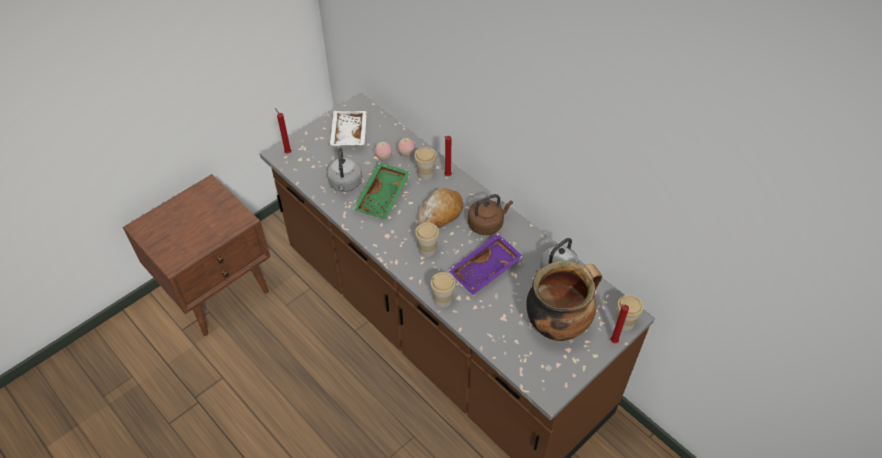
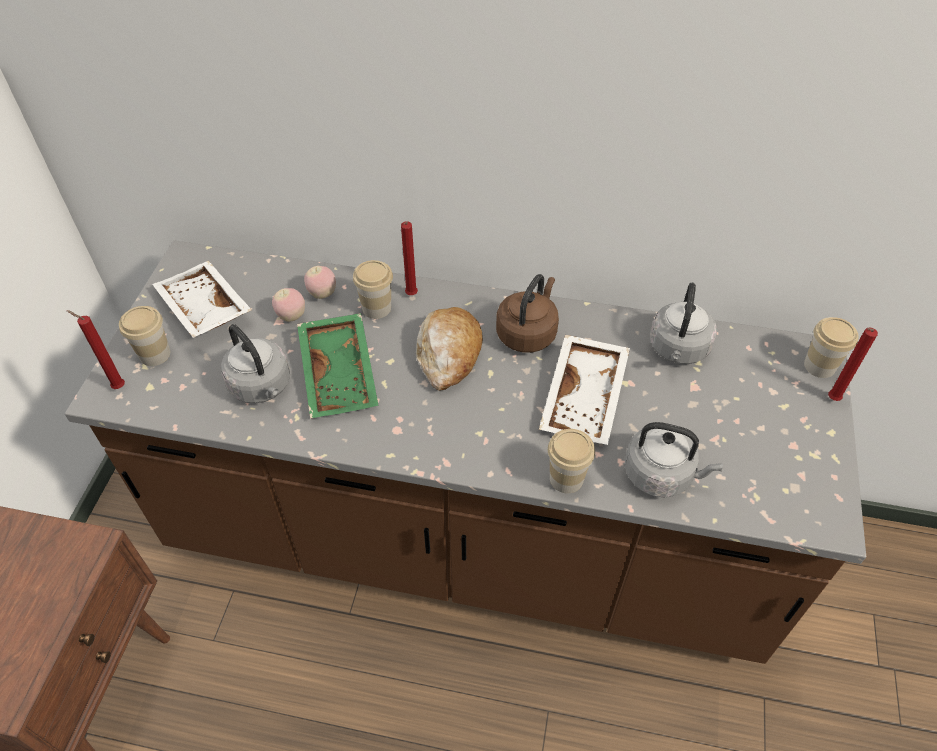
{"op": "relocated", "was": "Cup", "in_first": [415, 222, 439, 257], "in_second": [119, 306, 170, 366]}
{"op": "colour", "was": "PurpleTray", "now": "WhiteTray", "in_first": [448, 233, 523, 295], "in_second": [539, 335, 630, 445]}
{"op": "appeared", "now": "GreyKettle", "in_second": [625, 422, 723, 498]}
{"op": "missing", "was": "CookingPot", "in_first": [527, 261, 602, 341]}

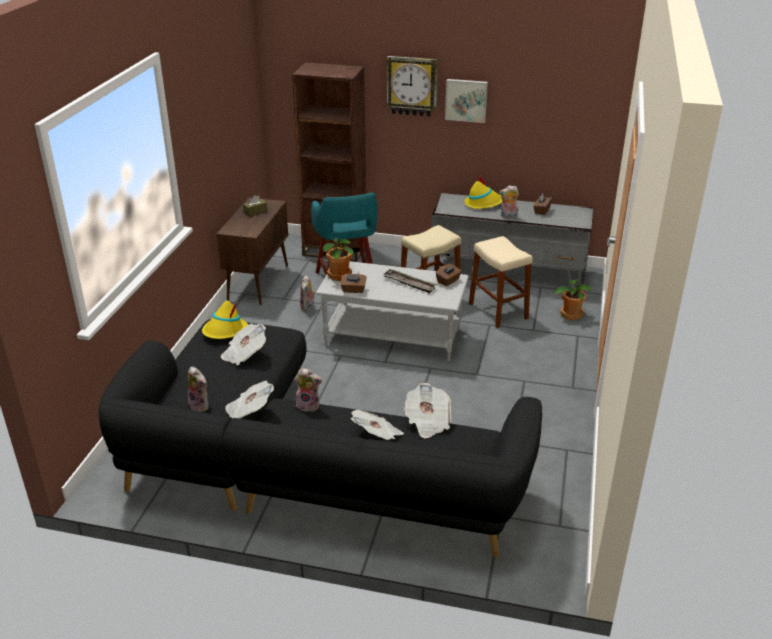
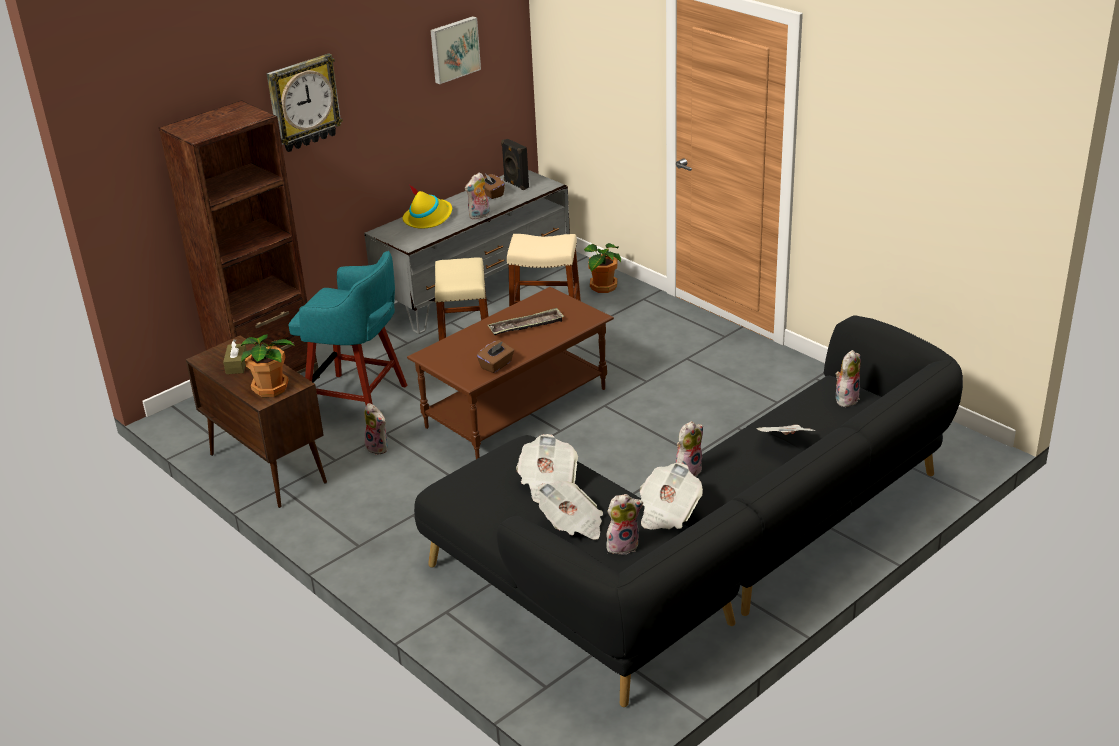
{"op": "relocated", "was": "PottedPlant", "in_first": [323, 238, 353, 281], "in_second": [241, 334, 295, 397]}
{"op": "colour", "was": "GreyCoffeeTable", "now": "BrownCoffeeTable", "in_first": [316, 261, 469, 361], "in_second": [407, 287, 614, 459]}
{"op": "relocated", "was": "Picture", "in_first": [445, 79, 488, 123], "in_second": [430, 16, 481, 84]}
{"op": "appeared", "now": "BlackSpeaker", "in_second": [501, 139, 529, 190]}
{"op": "relocated", "was": "Newspaper", "in_first": [404, 383, 451, 438], "in_second": [538, 481, 603, 540]}
{"op": "appeared", "now": "PlushToy", "in_second": [836, 350, 861, 407]}
{"op": "missing", "was": "YellowHat", "in_first": [202, 301, 248, 339]}
{"op": "missing", "was": "BrownTissueBox", "in_first": [436, 264, 462, 286]}

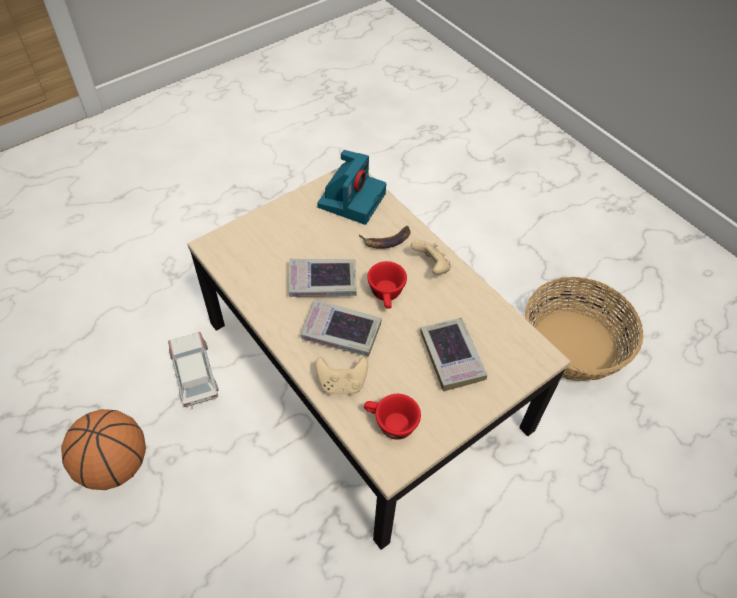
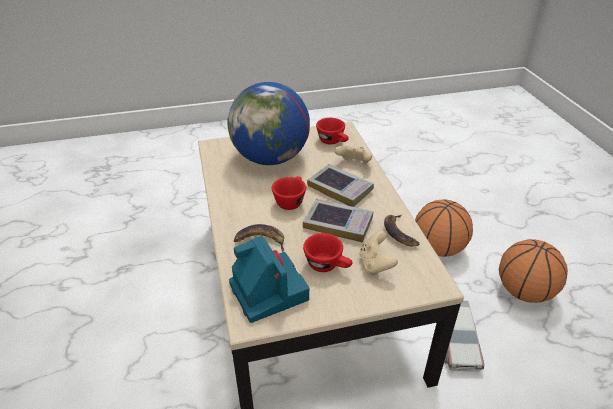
{"op": "exchanged", "was": "Book", "now": "Globe", "in_first": [420, 318, 487, 391], "in_second": [227, 82, 310, 165]}
{"op": "spun", "was": "PhotoCamera", "in_first": [317, 150, 386, 225], "in_second": [229, 236, 310, 323], "clockwise": 105}
{"op": "appeared", "now": "RedCup", "in_second": [303, 233, 353, 272]}
{"op": "relocated", "was": "BeigeGameController", "in_first": [411, 240, 451, 275], "in_second": [359, 231, 398, 276]}
{"op": "appeared", "now": "Banana", "in_second": [384, 214, 420, 247]}
{"op": "appeared", "now": "Basketball", "in_second": [415, 199, 473, 257]}
{"op": "missing", "was": "Basket", "in_first": [525, 277, 643, 381]}

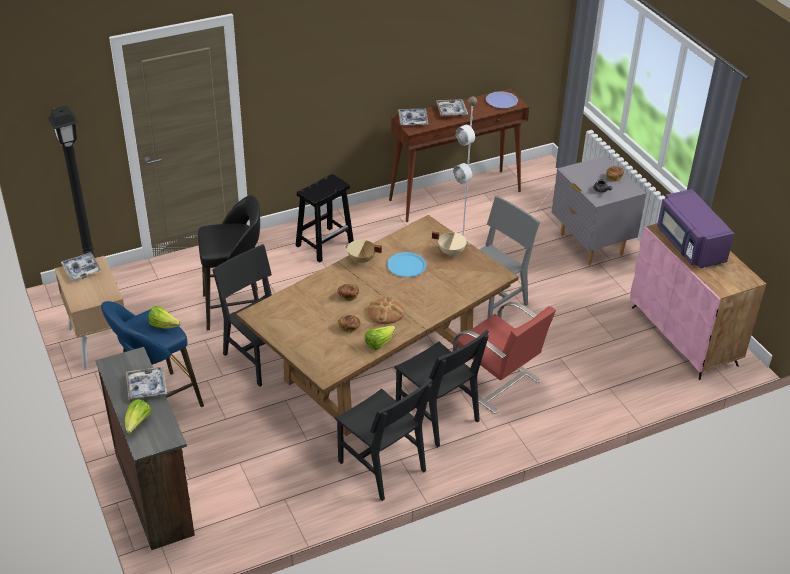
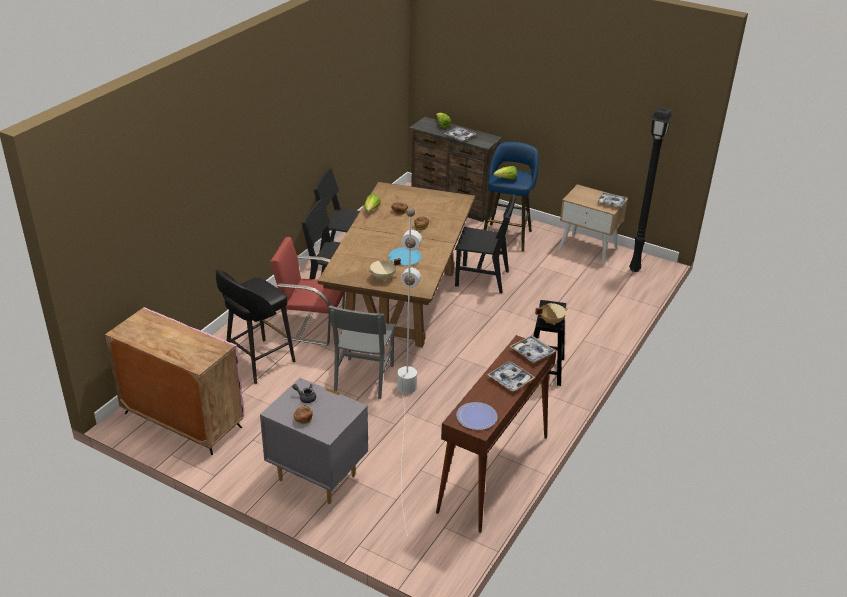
{"op": "relocated", "was": "BlackStool", "in_first": [198, 195, 260, 330], "in_second": [216, 270, 295, 384]}
{"op": "relocated", "was": "BeigeCookingPot", "in_first": [344, 239, 382, 264], "in_second": [535, 303, 568, 325]}
{"op": "missing", "was": "Bread", "in_first": [368, 297, 405, 324]}
{"op": "missing", "was": "PurpleMicrowave", "in_first": [657, 189, 735, 268]}

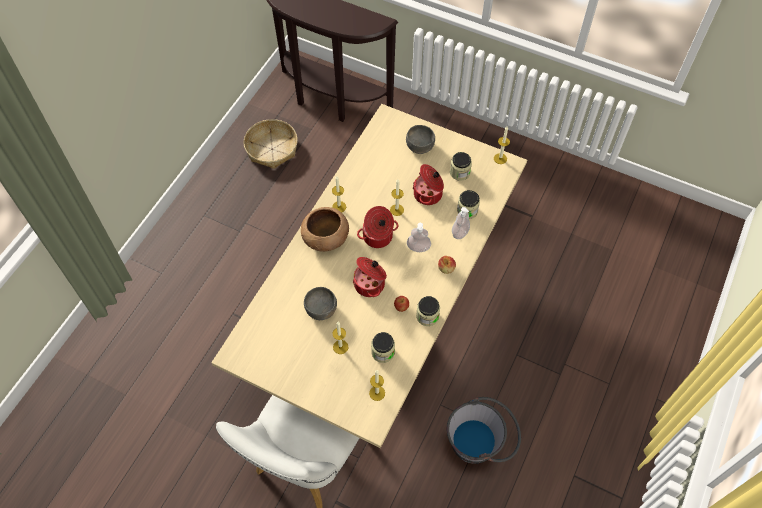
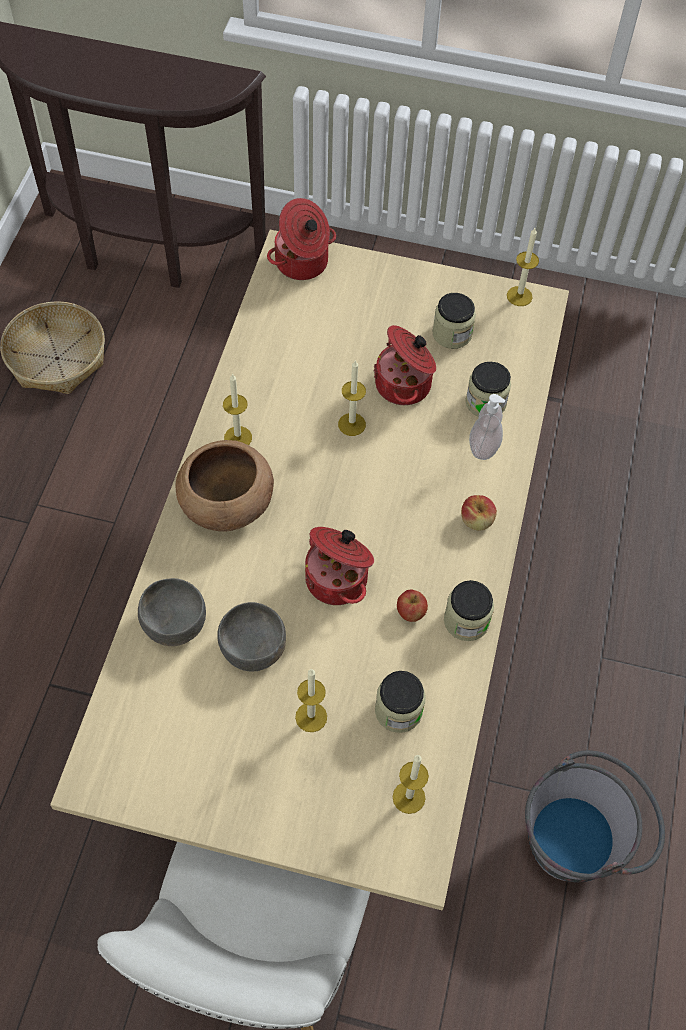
{"op": "relocated", "was": "GreyBowl", "in_first": [406, 125, 435, 154], "in_second": [138, 578, 206, 646]}
{"op": "relocated", "was": "CookingPot", "in_first": [357, 206, 398, 248], "in_second": [267, 198, 336, 280]}
{"op": "missing", "was": "SoapDispenser", "in_first": [407, 223, 431, 252]}

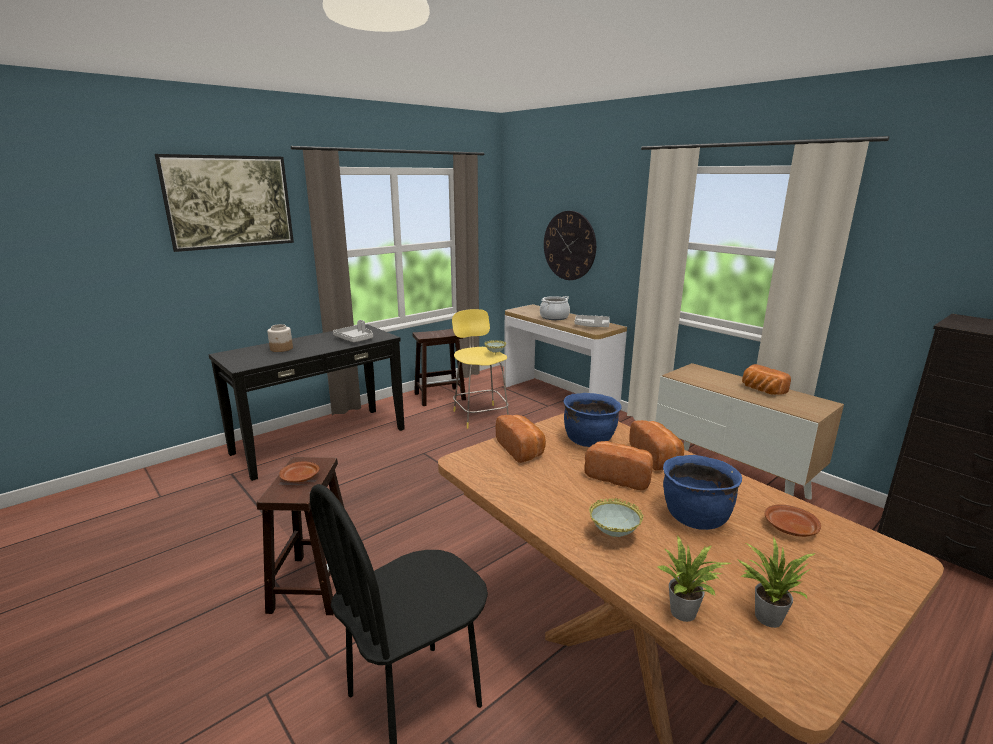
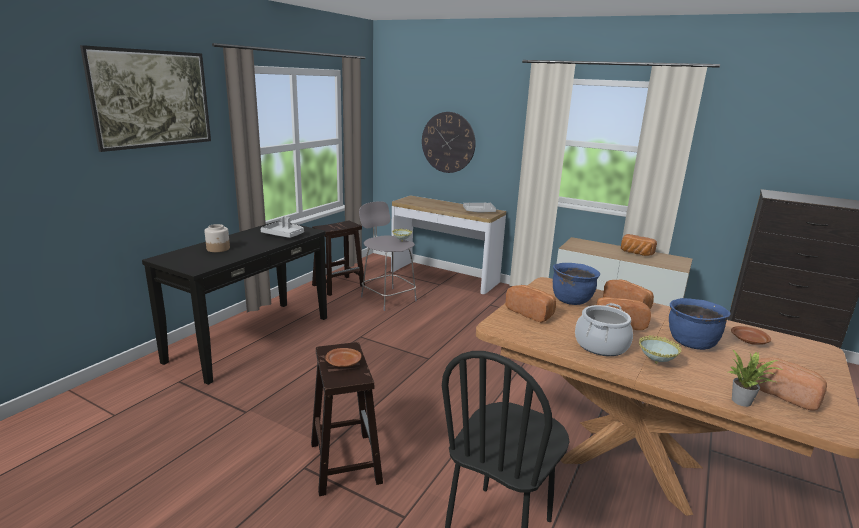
{"op": "colour", "was": "YellowStool", "now": "GreyStool", "in_first": [452, 309, 509, 429], "in_second": [359, 201, 417, 311]}
{"op": "relocated", "was": "CookingPot", "in_first": [540, 296, 570, 320], "in_second": [575, 303, 633, 356]}
{"op": "exchanged", "was": "PottedPlant", "now": "Bread", "in_first": [737, 537, 816, 628], "in_second": [755, 358, 827, 411]}

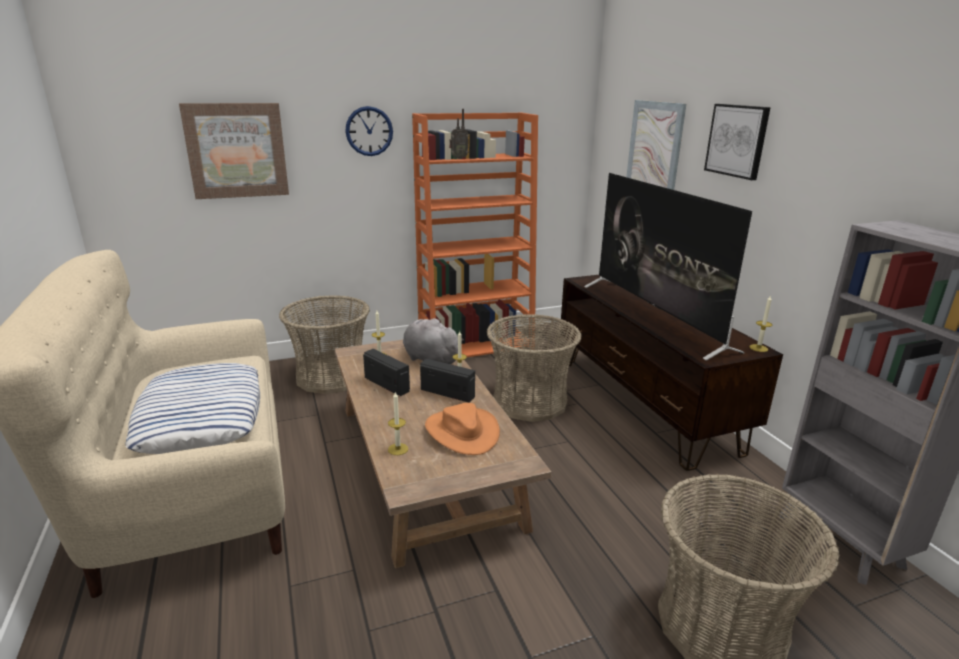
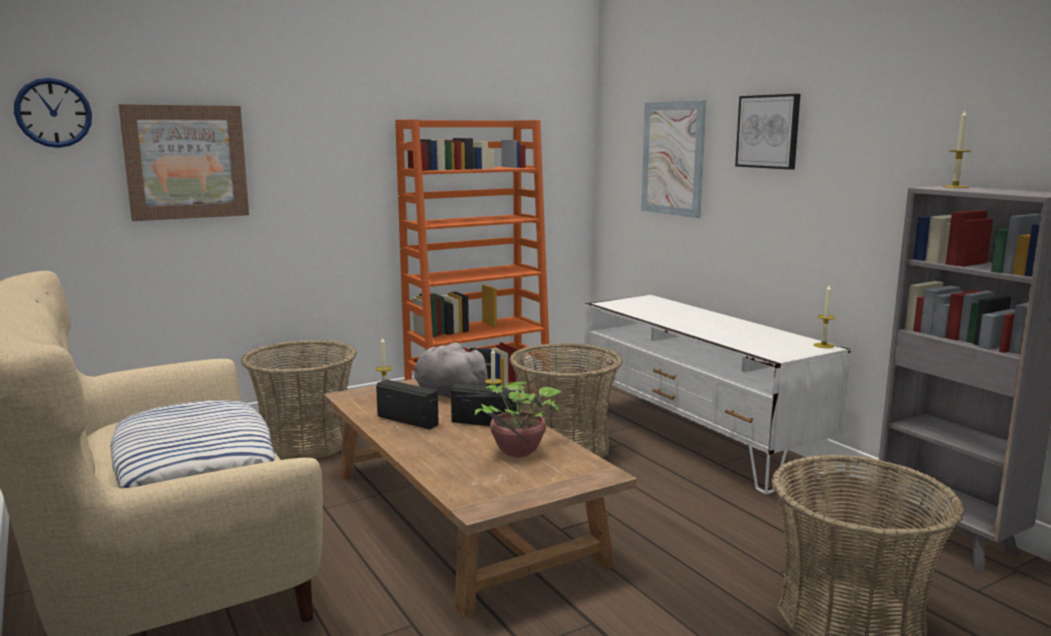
{"op": "relocated", "was": "WallClock", "in_first": [345, 106, 393, 156], "in_second": [14, 78, 92, 148]}
{"op": "exchanged", "was": "OrangeHat", "now": "PottedPlant", "in_first": [425, 403, 500, 455], "in_second": [458, 382, 569, 458]}
{"op": "colour", "was": "BrownTvStand", "now": "WhiteTvStand", "in_first": [560, 275, 783, 471], "in_second": [584, 295, 850, 494]}
{"op": "relocated", "was": "Candle", "in_first": [388, 391, 408, 455], "in_second": [942, 110, 971, 188]}
{"op": "missing", "was": "Radio", "in_first": [449, 109, 469, 159]}
{"op": "missing", "was": "Television", "in_first": [584, 173, 752, 361]}

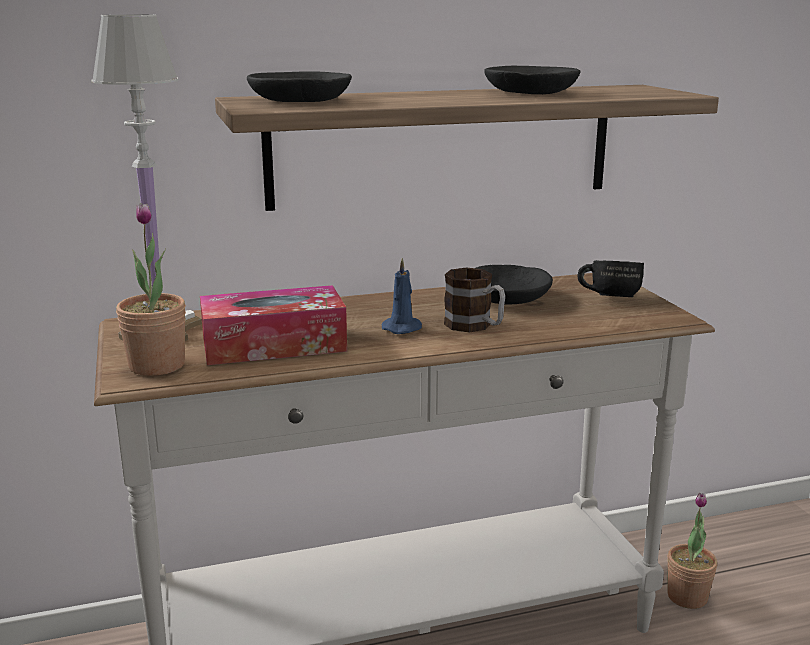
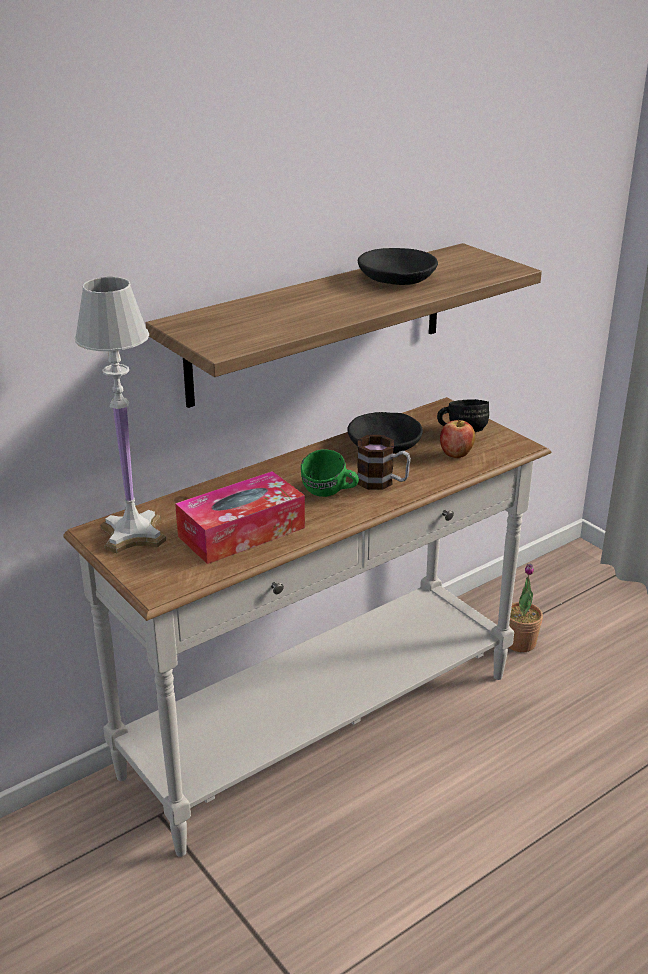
{"op": "exchanged", "was": "BlueCandle", "now": "GreenMug", "in_first": [381, 258, 422, 334], "in_second": [301, 449, 359, 497]}
{"op": "appeared", "now": "Apple", "in_second": [440, 420, 475, 458]}
{"op": "missing", "was": "PottedPlant", "in_first": [116, 203, 186, 376]}
{"op": "missing", "was": "BlackBowl", "in_first": [247, 72, 352, 102]}

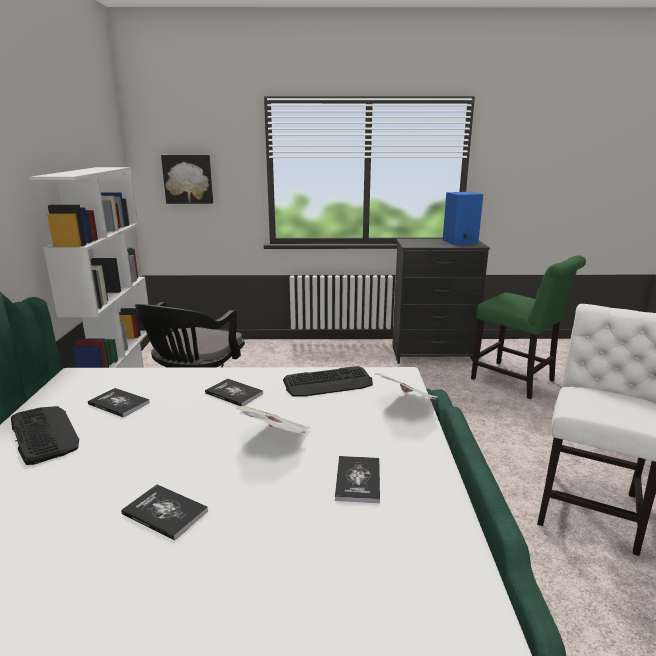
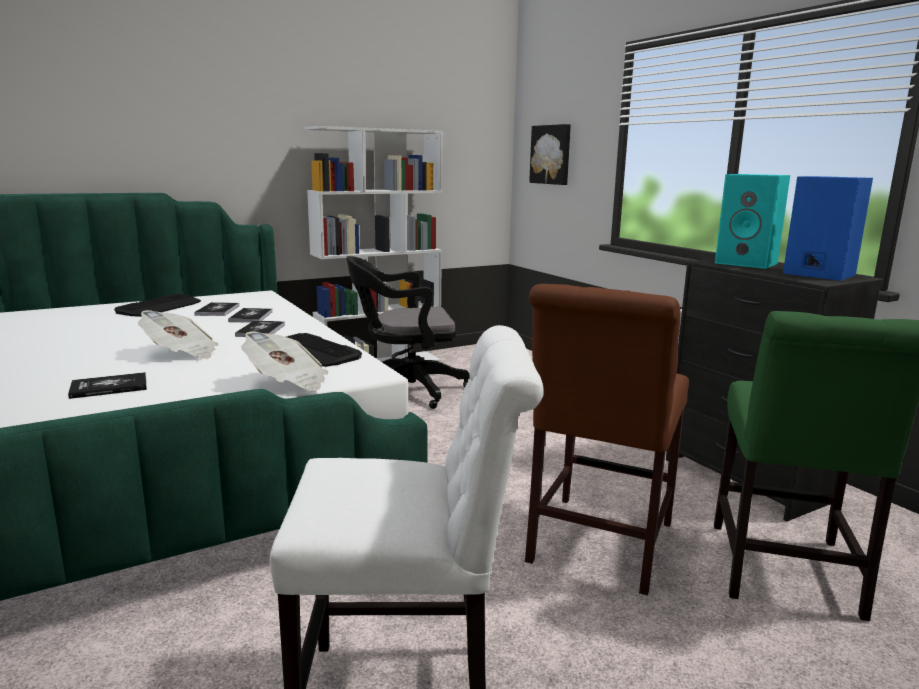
{"op": "relocated", "was": "Book", "in_first": [121, 484, 208, 541], "in_second": [228, 308, 272, 323]}
{"op": "appeared", "now": "BrownChair", "in_second": [525, 284, 689, 595]}
{"op": "appeared", "now": "TurquoiseSpeaker", "in_second": [715, 174, 790, 269]}

